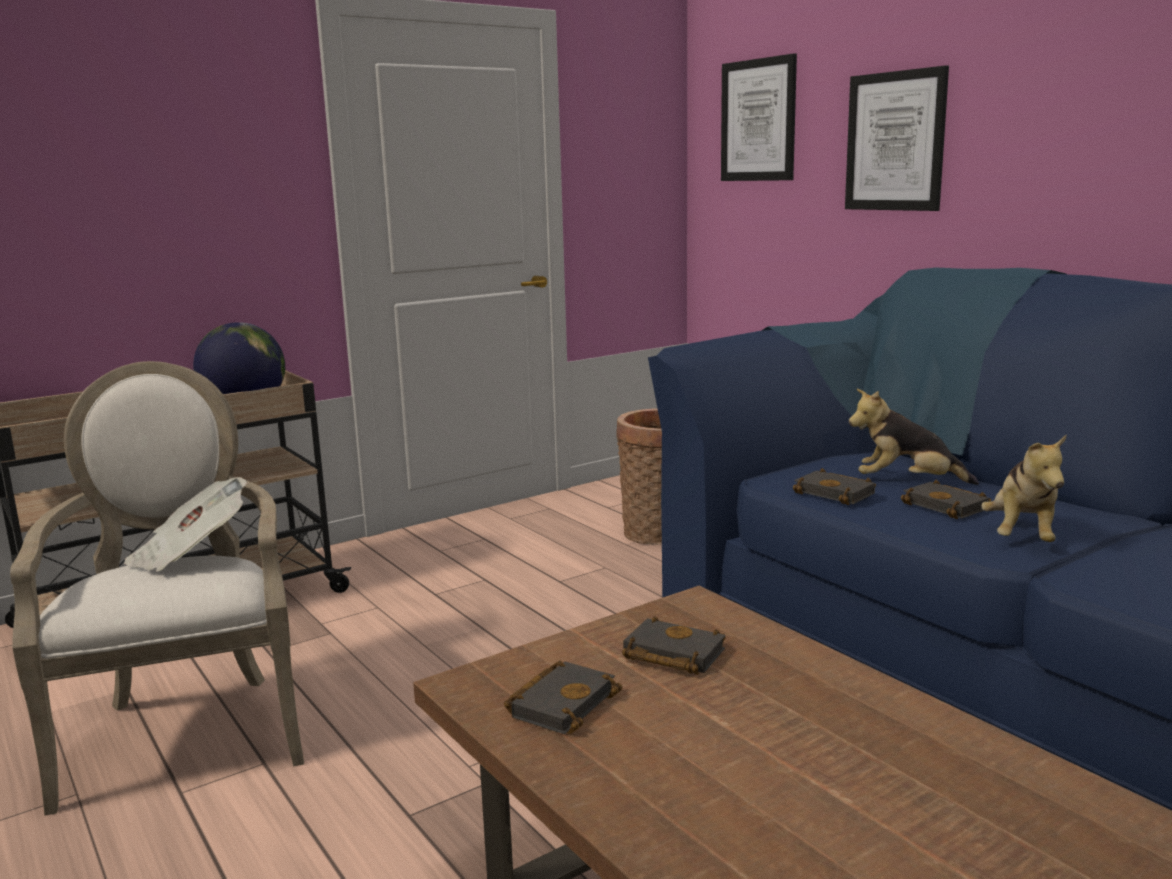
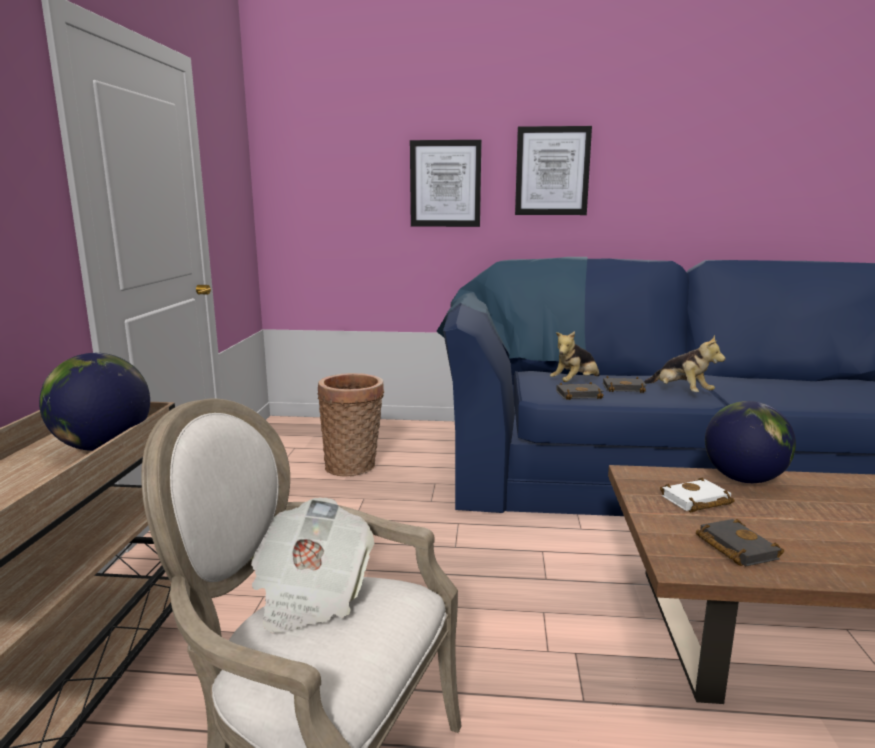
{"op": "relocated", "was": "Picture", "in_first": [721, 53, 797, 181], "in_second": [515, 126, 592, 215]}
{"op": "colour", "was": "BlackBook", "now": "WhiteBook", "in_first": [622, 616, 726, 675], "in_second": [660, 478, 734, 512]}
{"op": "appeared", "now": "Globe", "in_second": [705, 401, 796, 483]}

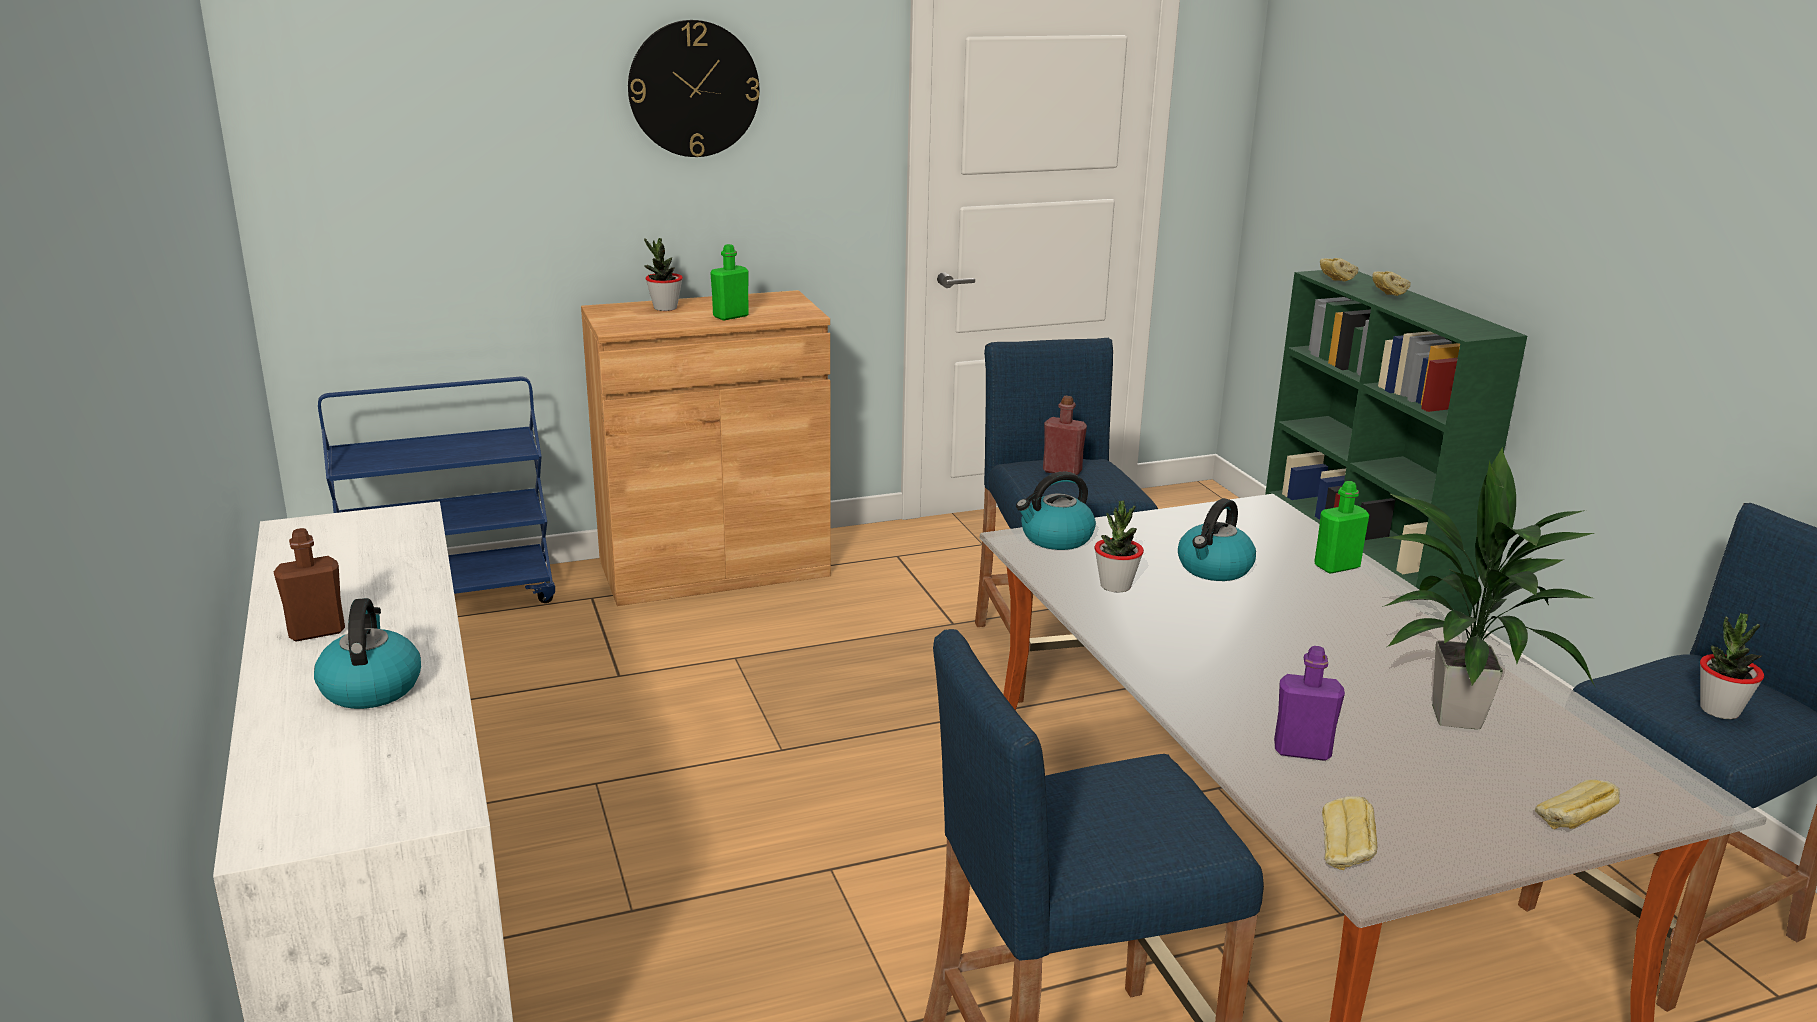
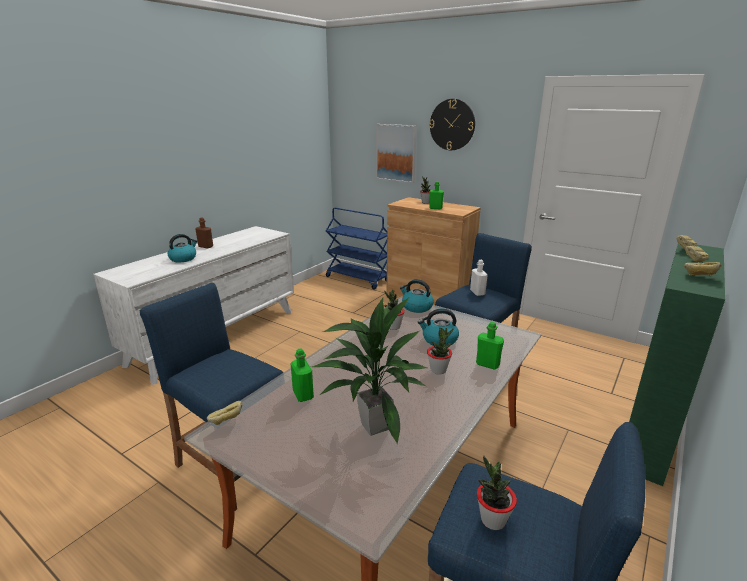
{"op": "colour", "was": "PurpleBottle", "now": "GreenBottle", "in_first": [1274, 646, 1345, 761], "in_second": [290, 348, 314, 402]}
{"op": "appeared", "now": "Picture", "in_second": [376, 124, 417, 183]}
{"op": "appeared", "now": "PottedPlant", "in_second": [427, 327, 453, 375]}
{"op": "colour", "was": "RedBottle", "now": "WhiteBottle", "in_first": [1043, 396, 1087, 475], "in_second": [470, 260, 488, 296]}
{"op": "relocated", "was": "Bread", "in_first": [1535, 779, 1620, 829], "in_second": [684, 262, 722, 276]}

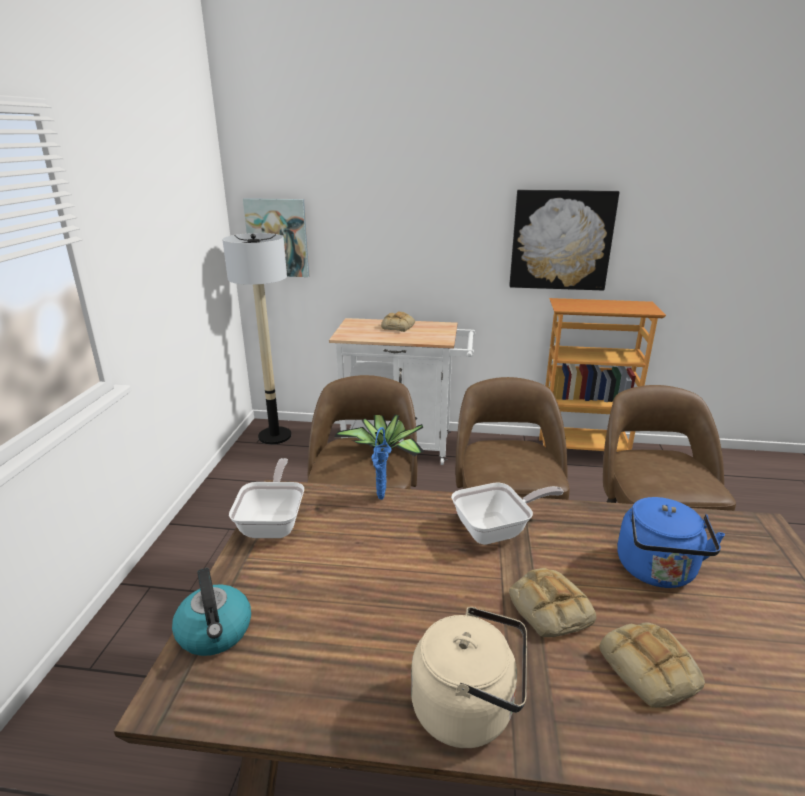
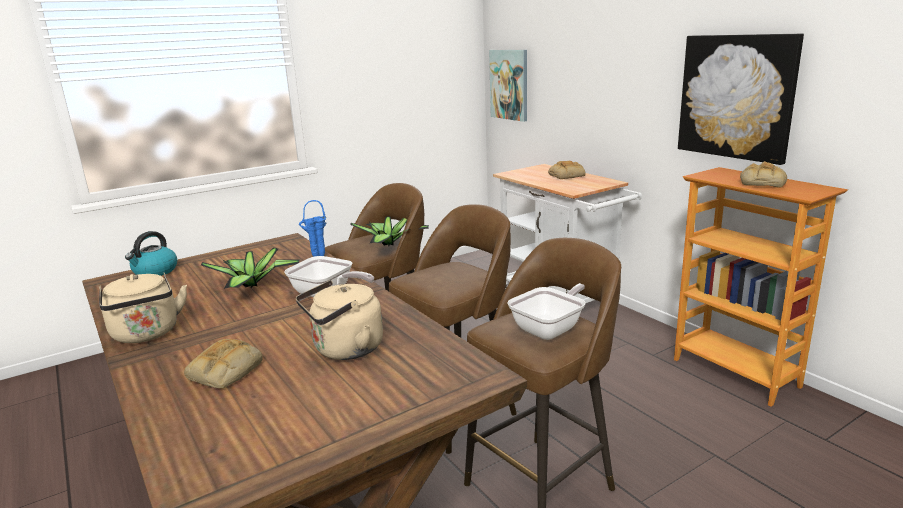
{"op": "appeared", "now": "PottedPlant", "in_second": [201, 248, 299, 289]}
{"op": "colour", "was": "BlueKettle", "now": "BeigeKettle", "in_first": [617, 497, 725, 588], "in_second": [296, 280, 383, 360]}
{"op": "relocated", "was": "FryingPan", "in_first": [229, 458, 304, 538], "in_second": [507, 283, 586, 340]}
{"op": "relocated", "was": "Bread", "in_first": [509, 568, 596, 637], "in_second": [740, 161, 787, 188]}
{"op": "missing", "was": "FloorLamp", "in_first": [222, 233, 291, 444]}

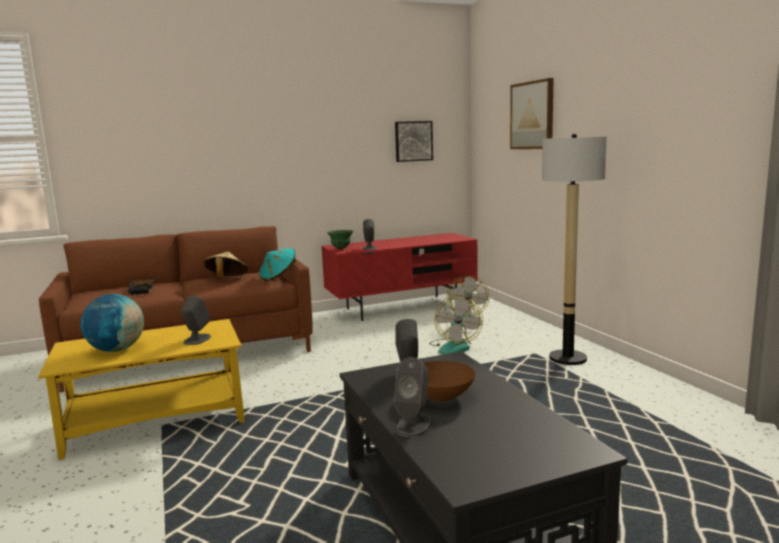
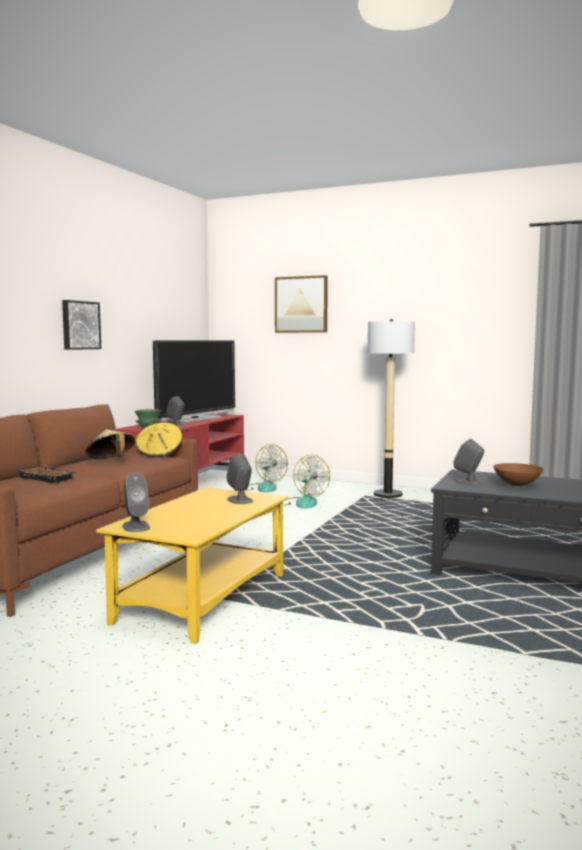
{"op": "relocated", "was": "Picture", "in_first": [395, 121, 433, 162], "in_second": [62, 300, 101, 350]}
{"op": "relocated", "was": "GreySpeaker", "in_first": [394, 357, 432, 437], "in_second": [123, 473, 150, 532]}
{"op": "colour", "was": "TurquoiseHat", "now": "YellowHat", "in_first": [259, 248, 296, 281], "in_second": [135, 423, 182, 457]}
{"op": "appeared", "now": "Television", "in_second": [153, 340, 235, 423]}
{"op": "missing", "was": "Globe", "in_first": [80, 294, 144, 352]}

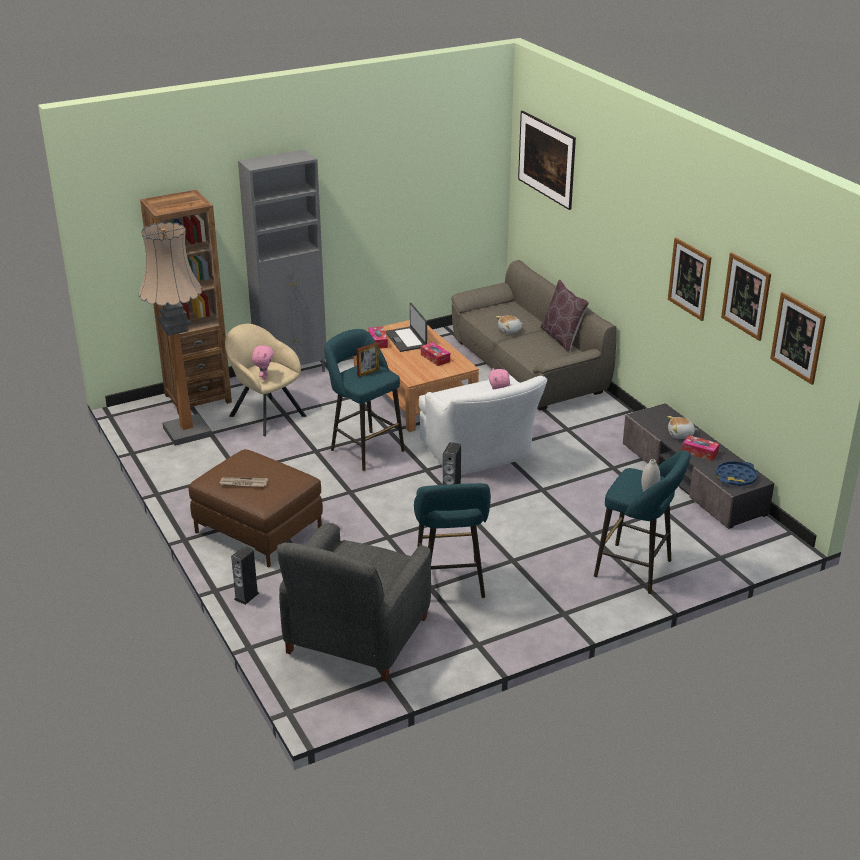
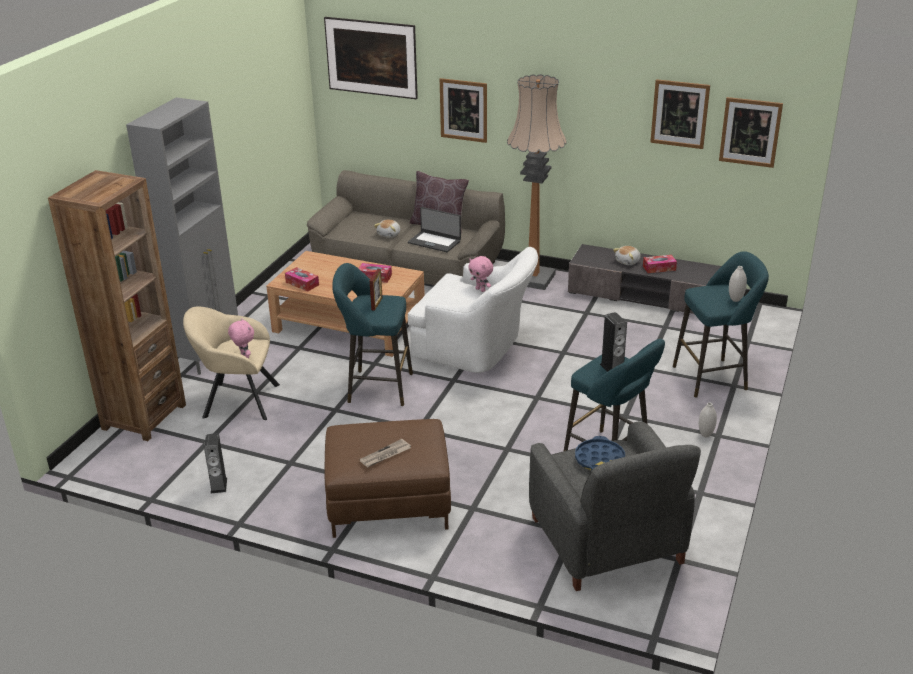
{"op": "relocated", "was": "Speaker", "in_first": [231, 546, 259, 605], "in_second": [204, 433, 227, 493]}
{"op": "relocated", "was": "Laptop", "in_first": [385, 303, 427, 352], "in_second": [408, 207, 461, 252]}
{"op": "relocated", "was": "Picture", "in_first": [668, 238, 712, 321], "in_second": [440, 78, 487, 143]}
{"op": "relocated", "was": "FloorLamp", "in_first": [138, 222, 212, 446], "in_second": [507, 74, 567, 290]}
{"op": "relocated", "was": "BlueTray", "in_first": [716, 461, 758, 486], "in_second": [575, 436, 625, 471]}
{"op": "appeared", "now": "WhiteVase", "in_second": [699, 402, 717, 437]}

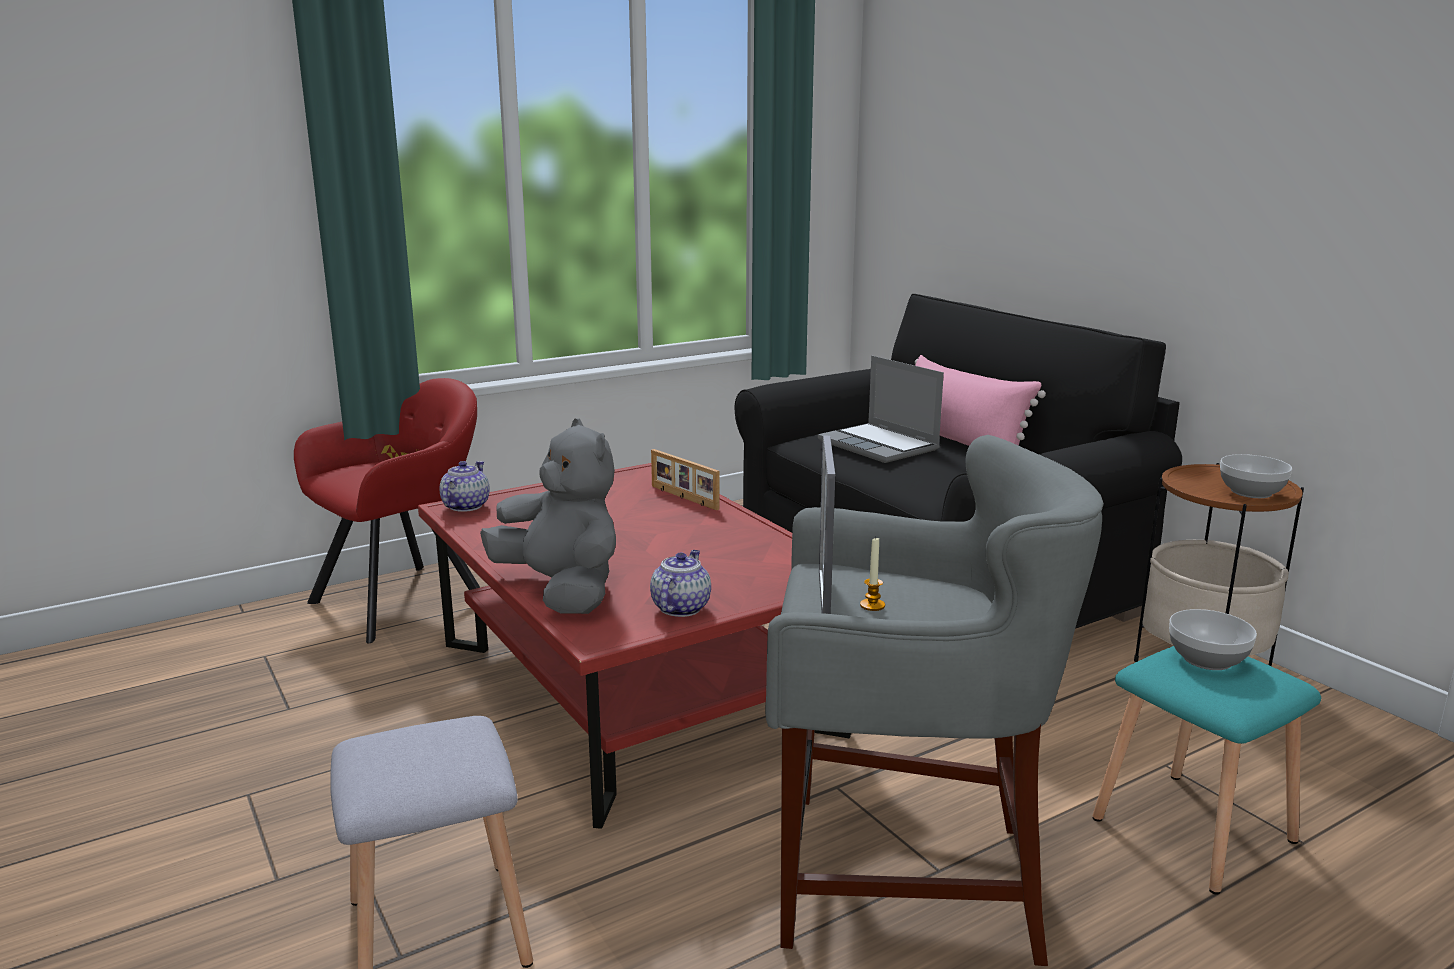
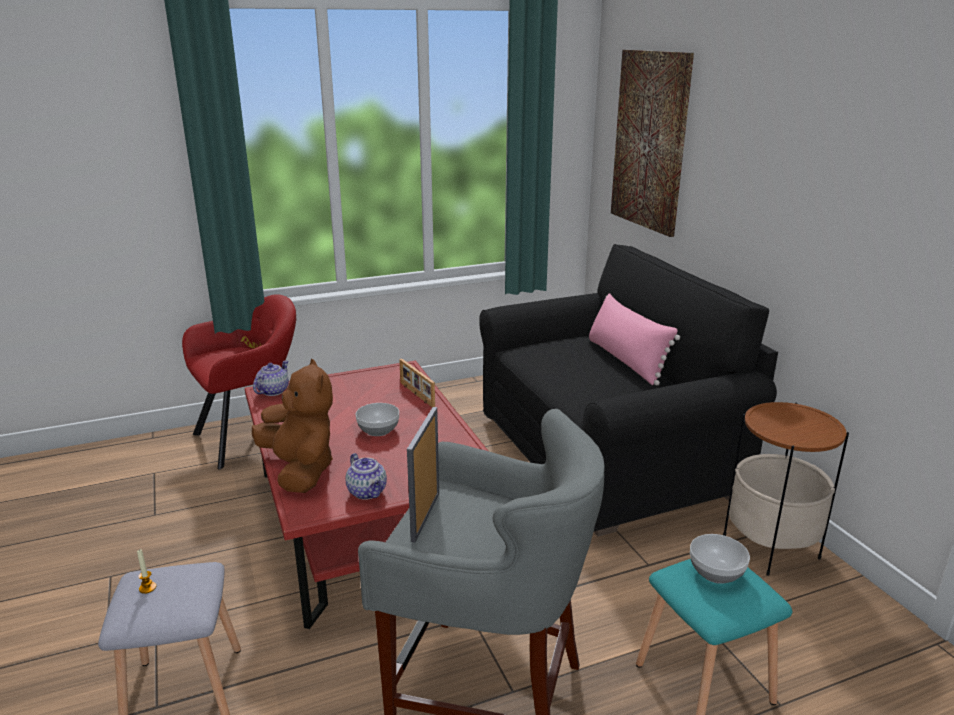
{"op": "relocated", "was": "Candle", "in_first": [860, 537, 885, 611], "in_second": [137, 549, 156, 594]}
{"op": "colour", "was": "GreyPlushToy", "now": "BrownPlushToy", "in_first": [480, 418, 616, 614], "in_second": [252, 359, 333, 493]}
{"op": "spun", "was": "Teapot", "in_first": [650, 550, 711, 617], "in_second": [345, 453, 387, 500], "clockwise": 120}
{"op": "relocated", "was": "Bowl", "in_first": [1220, 454, 1292, 498], "in_second": [356, 403, 399, 436]}
{"op": "appeared", "now": "Picture", "in_second": [611, 50, 694, 237]}
{"op": "missing", "was": "Laptop", "in_first": [818, 356, 944, 463]}

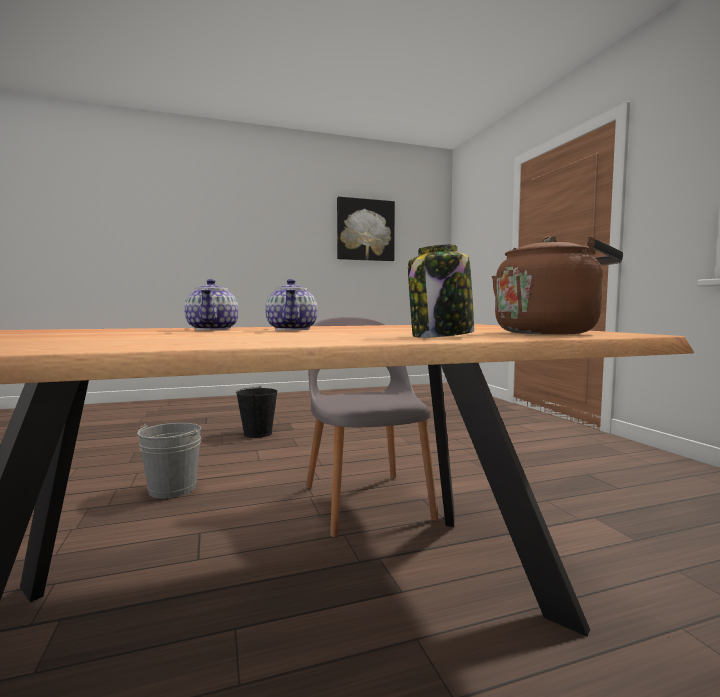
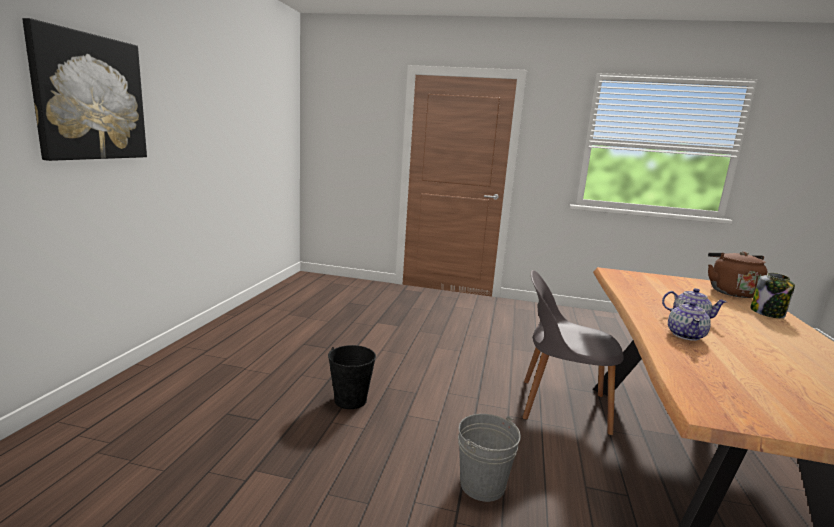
{"op": "relocated", "was": "Picture", "in_first": [337, 197, 395, 261], "in_second": [22, 18, 147, 161]}
{"op": "spun", "was": "Teapot", "in_first": [184, 279, 239, 330], "in_second": [668, 301, 711, 341], "clockwise": 90}

